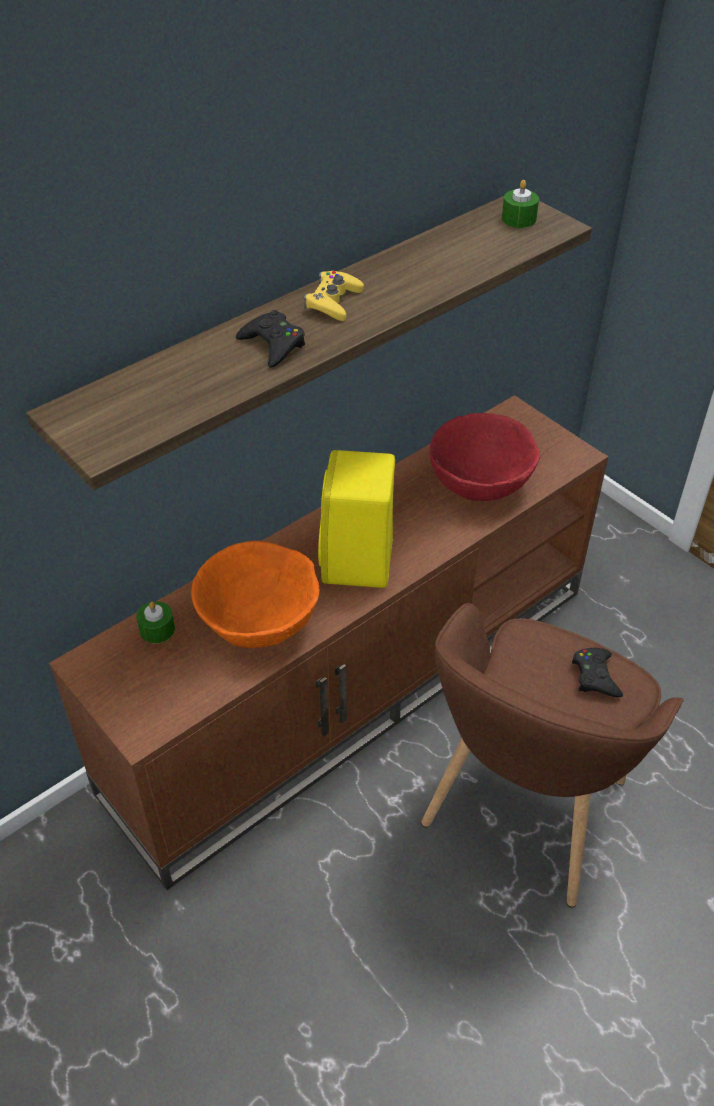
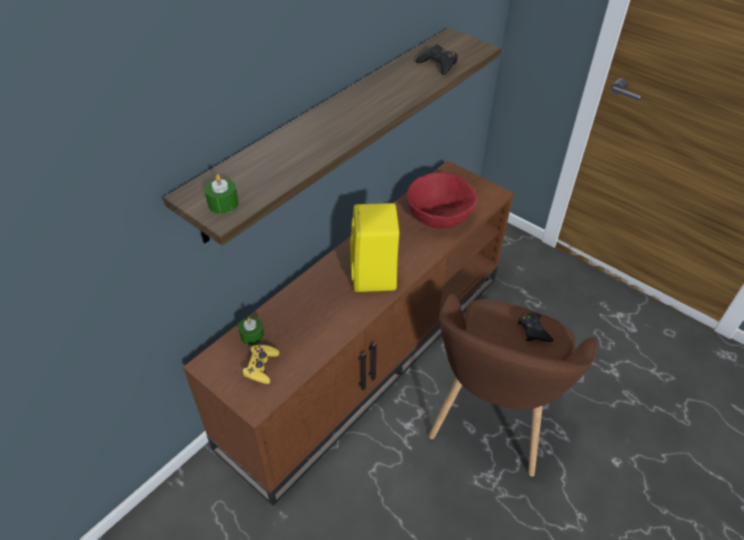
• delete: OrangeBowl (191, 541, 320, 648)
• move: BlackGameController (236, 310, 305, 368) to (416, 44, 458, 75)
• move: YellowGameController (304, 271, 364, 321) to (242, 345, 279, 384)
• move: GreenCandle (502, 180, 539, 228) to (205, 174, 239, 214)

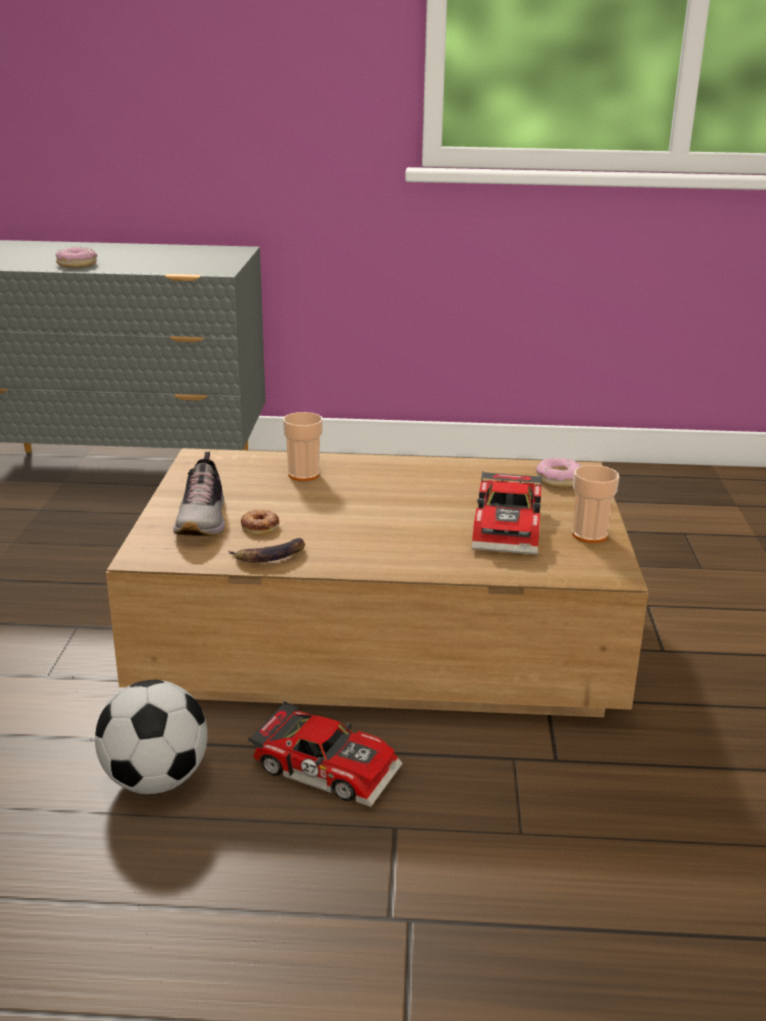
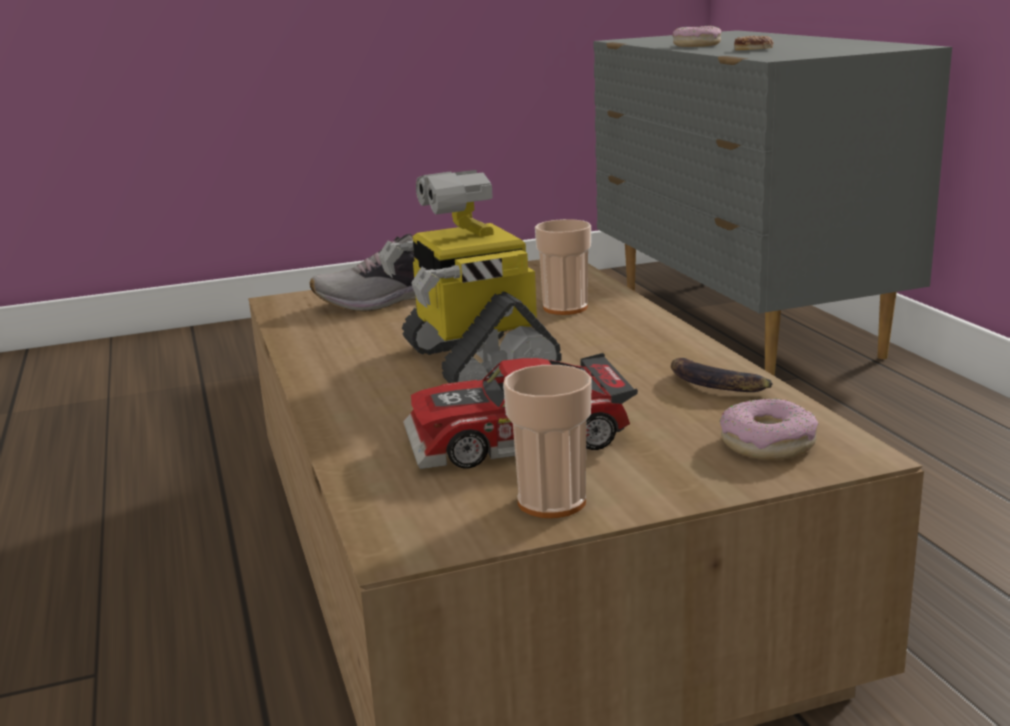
• delete: Football (95, 680, 208, 794)
• delete: ToyCar (248, 701, 403, 807)
• insert: ToyRobot (379, 170, 561, 383)
• move: Banana (228, 538, 305, 562) to (671, 358, 772, 392)
• move: Donut (241, 509, 279, 535) to (734, 36, 773, 50)

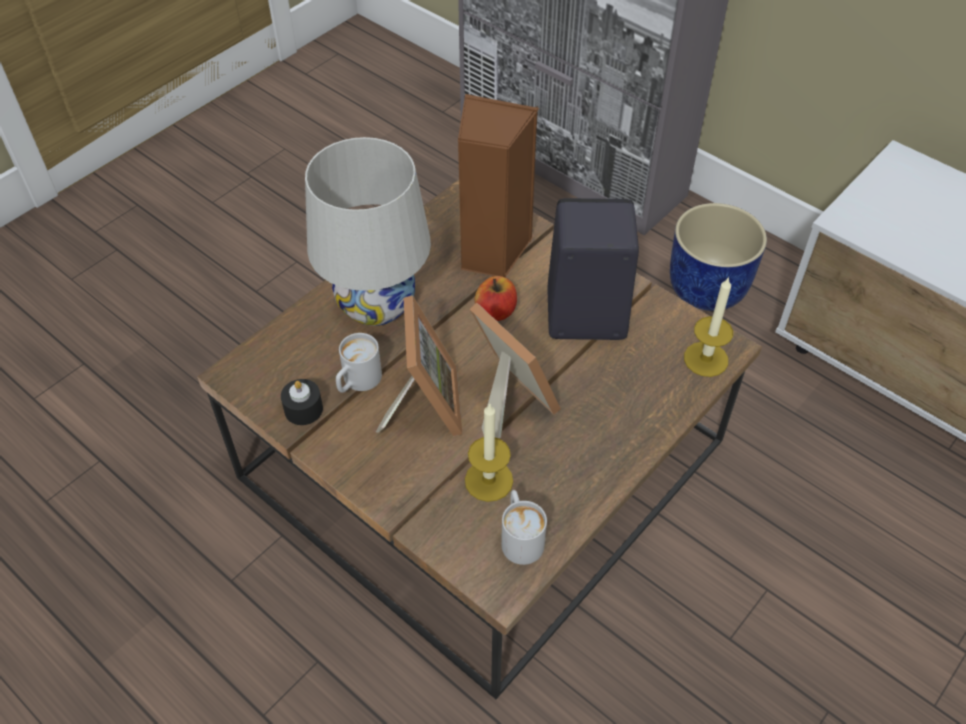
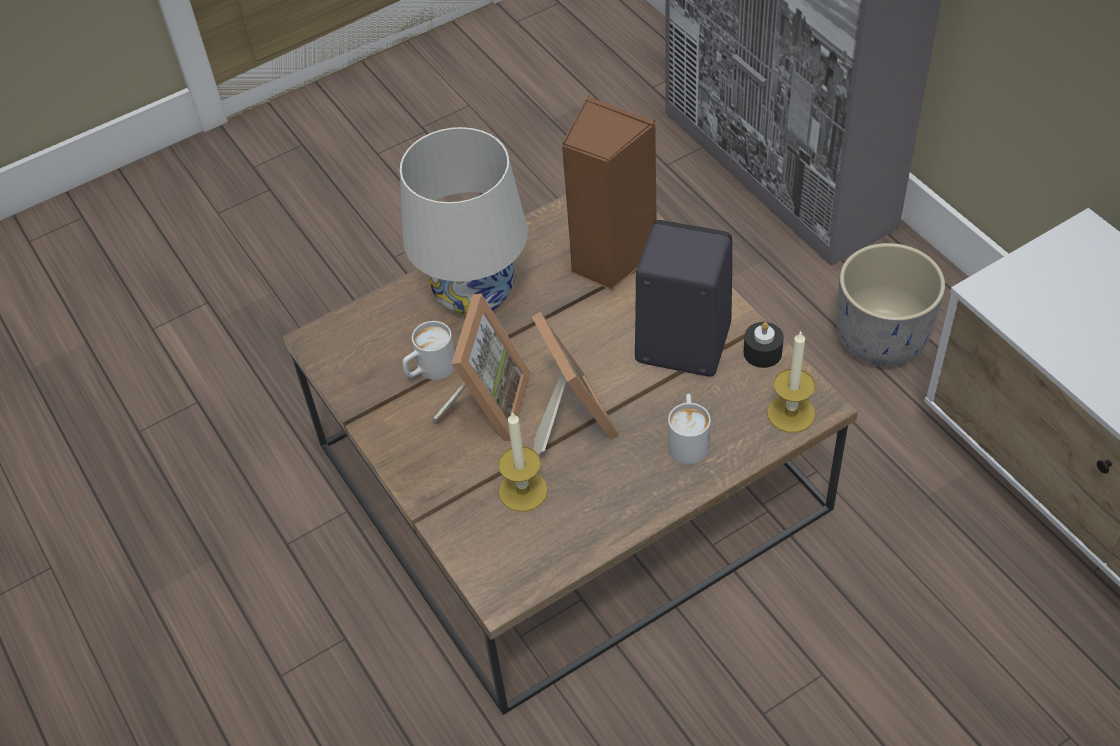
• delete: Apple (475, 276, 517, 321)
• move: BlackCandle (281, 379, 323, 425) to (743, 322, 784, 368)
• move: WhiteMug (501, 490, 547, 565) to (668, 393, 711, 465)
• recolor: BluePlanter (670, 203, 767, 311) to GreyPlanter (837, 243, 945, 366)

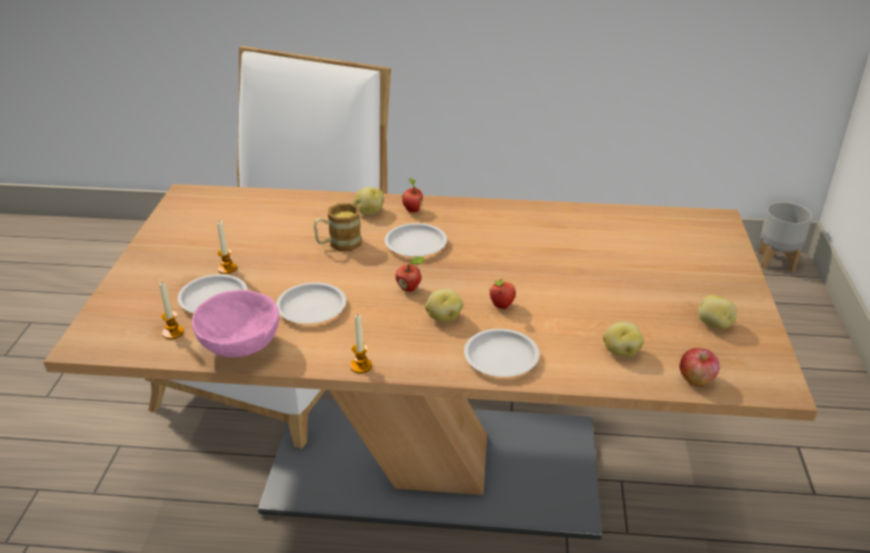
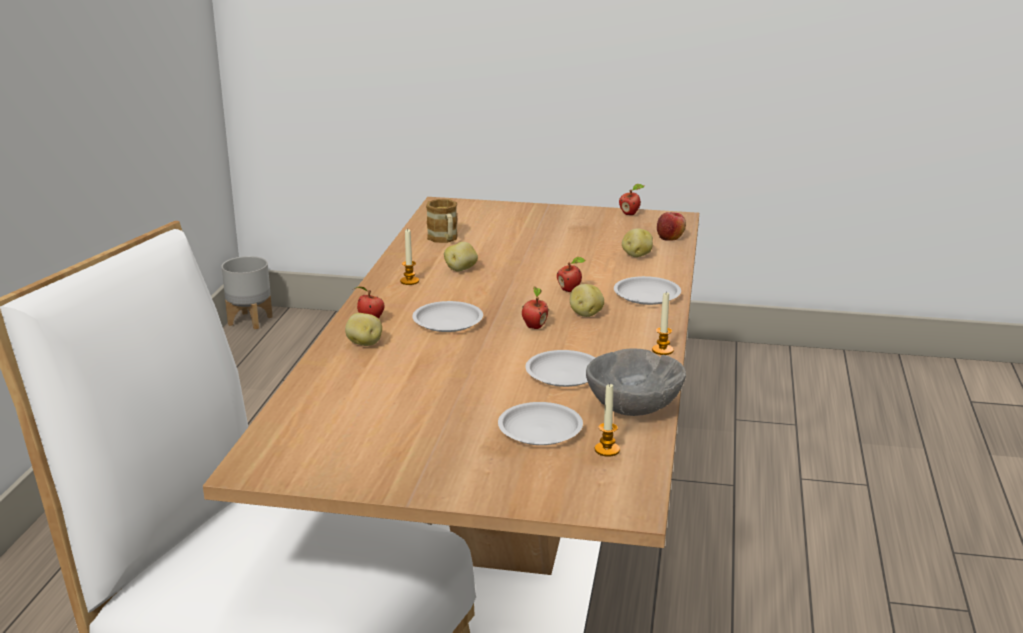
• insert: Apple (619, 184, 644, 215)
• move: Candle (217, 221, 237, 274) to (400, 229, 419, 285)
• move: Mug (313, 203, 362, 251) to (426, 199, 458, 243)
• move: Potato (698, 295, 737, 329) to (444, 242, 478, 272)
• recolor: PinkBowl (192, 290, 280, 357) to GreyBowl (586, 348, 686, 416)

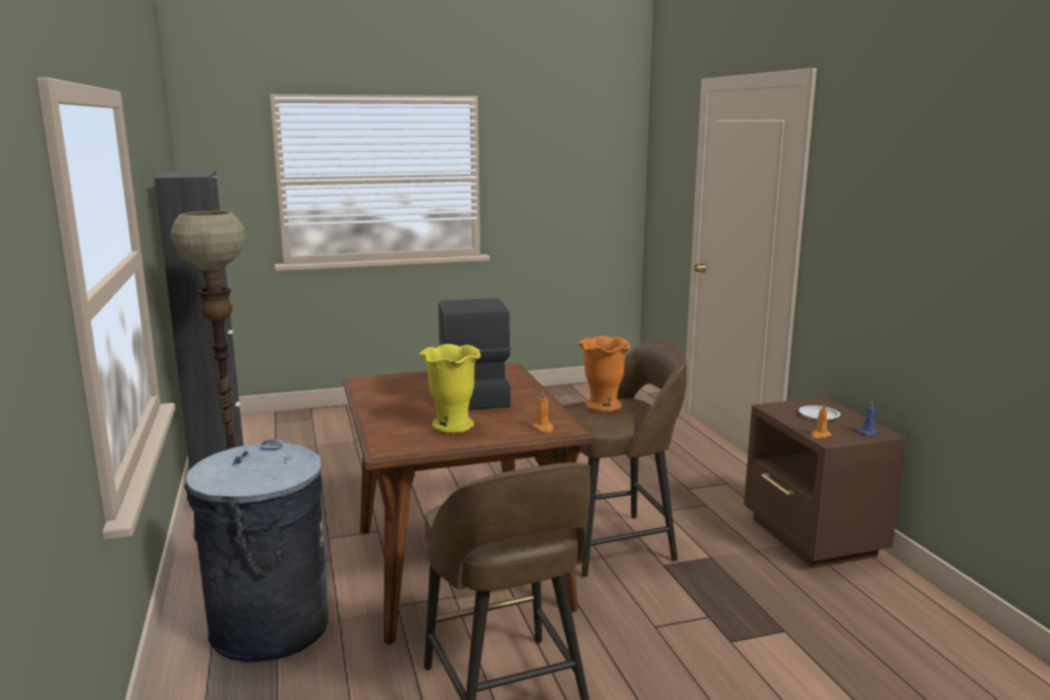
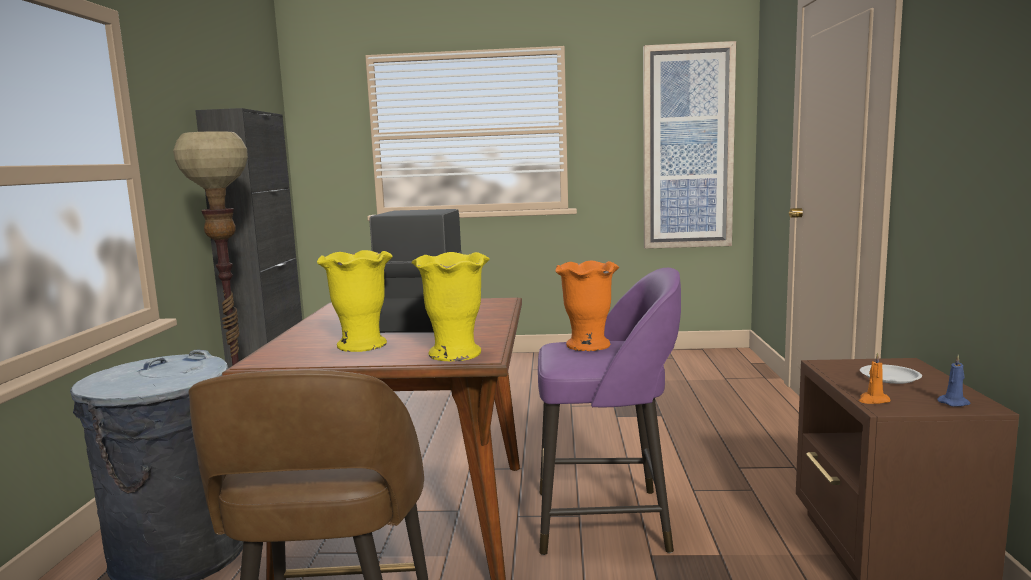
• insert: Picture (643, 41, 736, 249)
• replace: OrangeCandle (532, 391, 554, 433) to YellowVase (411, 252, 490, 361)
• recolor: BrownStool (562, 340, 687, 577) to PurpleStool (538, 268, 681, 555)

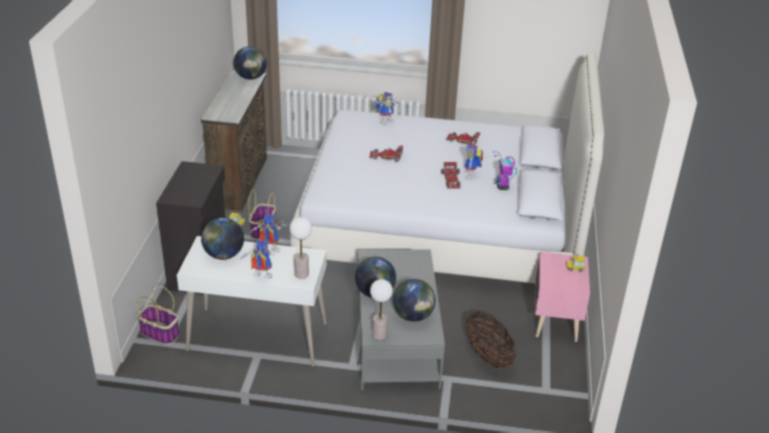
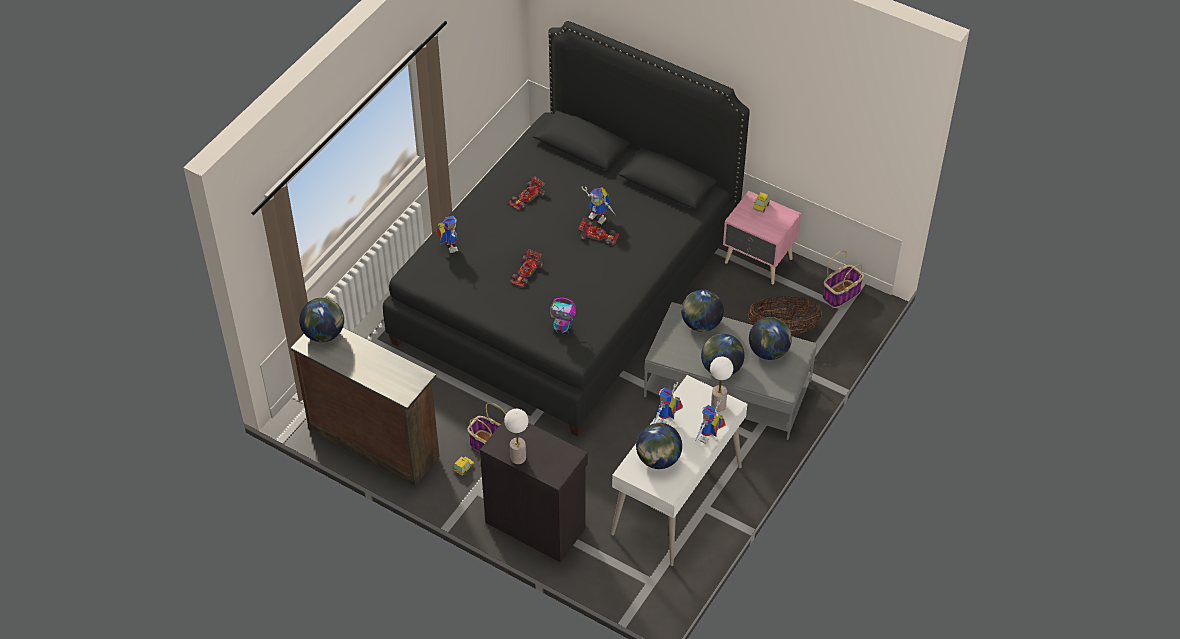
• insert: Globe (681, 289, 724, 332)
• move: Basket (137, 286, 180, 345) to (823, 250, 864, 308)
• move: TableLamp (370, 279, 393, 340) to (504, 409, 529, 464)
• move: ToyRobot (493, 151, 517, 190) to (550, 298, 576, 335)
• recolor: WhiteBed (290, 52, 604, 284) to BlackBed (383, 21, 750, 437)

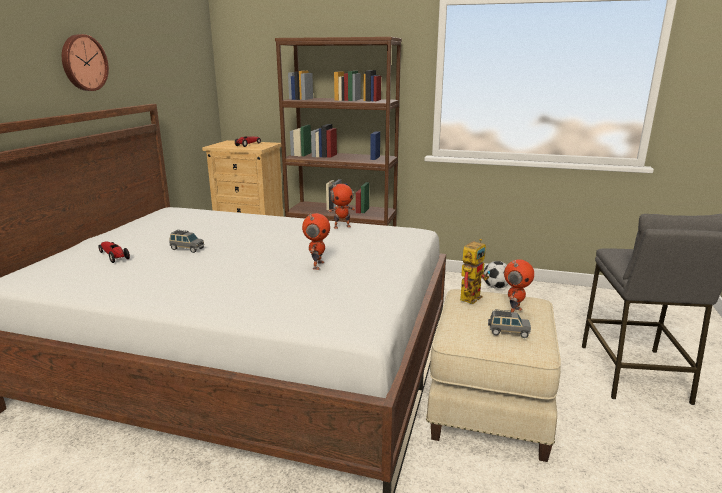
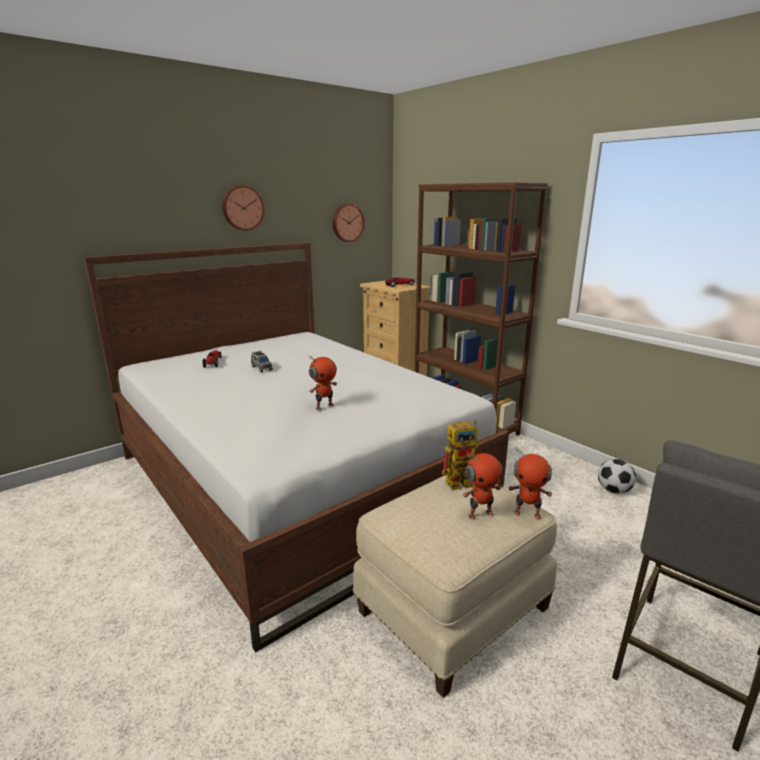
• delete: GreyToyCar (488, 309, 531, 338)
• insert: WallClock (333, 204, 365, 242)
• move: ToyRobot (328, 181, 355, 229) to (508, 447, 552, 519)

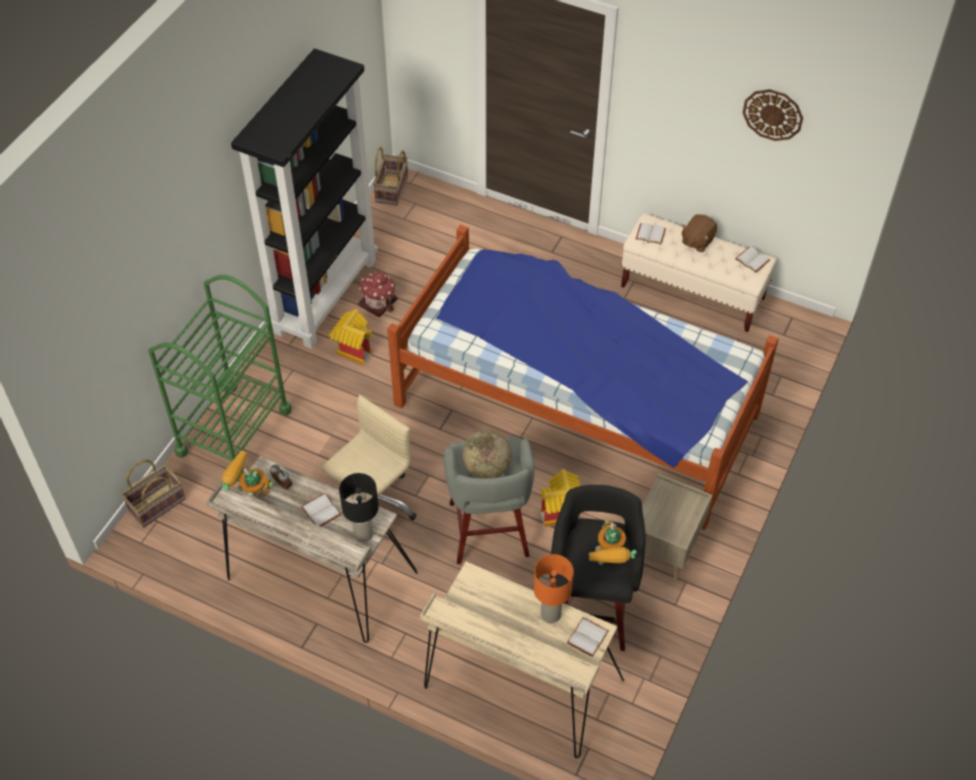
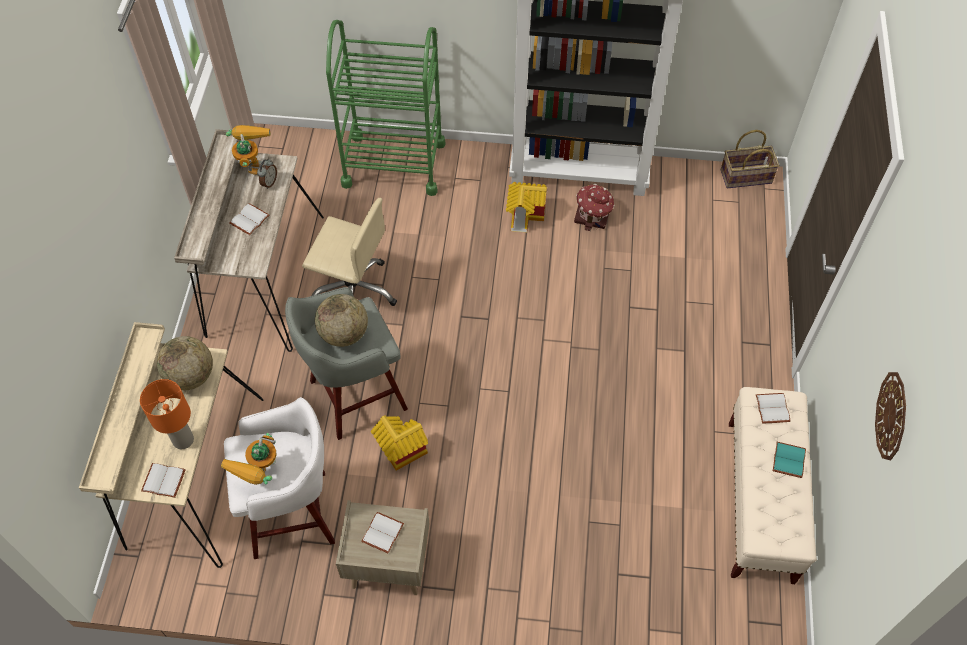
• delete: Basket (121, 459, 186, 528)
• delete: BlackTableLamp (339, 473, 379, 542)
• delete: Bed (387, 225, 779, 530)
• insert: Globe (157, 336, 213, 390)
• move: WhiteBook (735, 247, 770, 273) to (361, 512, 404, 553)
• replace: BrownPlushToy (681, 214, 717, 252) to TurquoiseBook (773, 442, 806, 478)
• recolor: BlackStool (550, 485, 646, 651) to WhiteStool (224, 397, 335, 559)
• rotate: ToyRobot (589, 520, 637, 565) = (221, 433, 277, 485) 45 degrees counterclockwise

